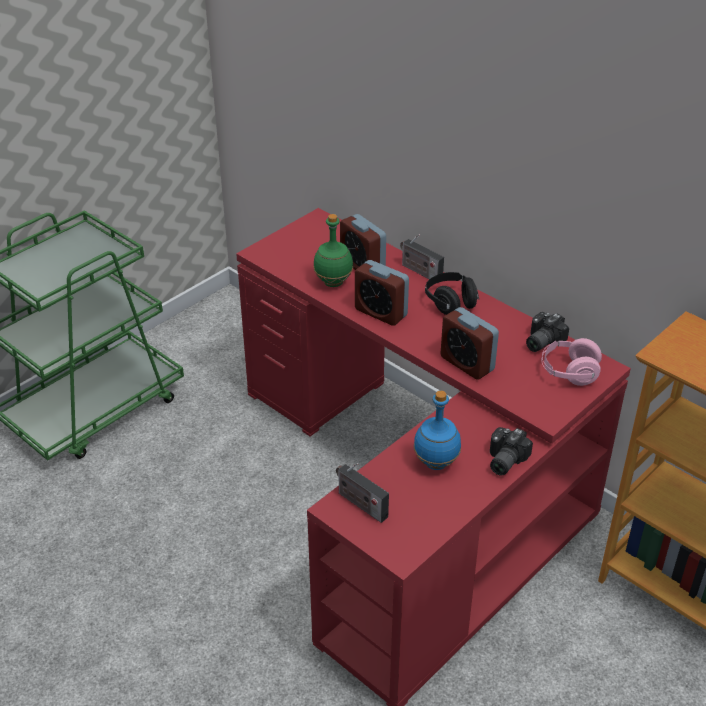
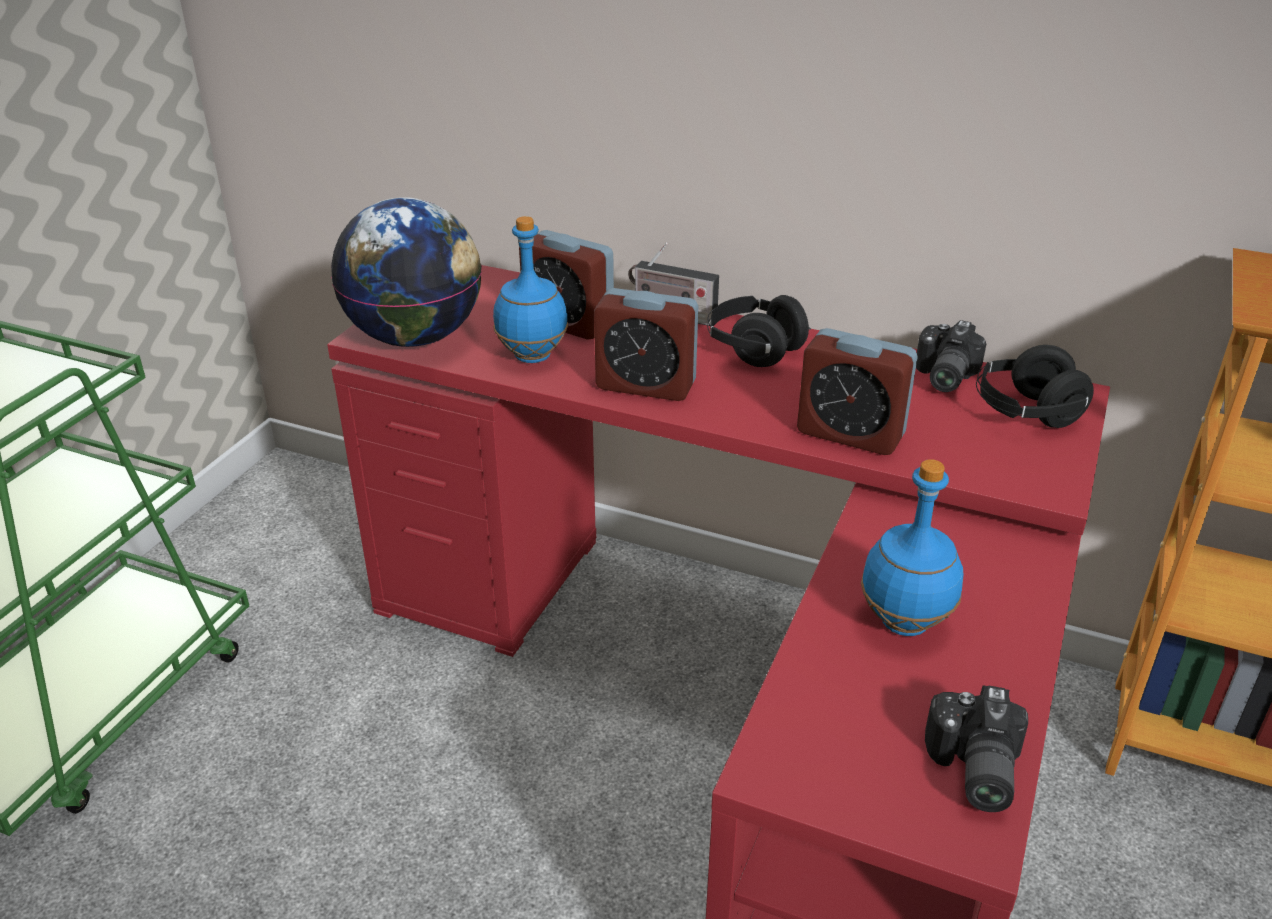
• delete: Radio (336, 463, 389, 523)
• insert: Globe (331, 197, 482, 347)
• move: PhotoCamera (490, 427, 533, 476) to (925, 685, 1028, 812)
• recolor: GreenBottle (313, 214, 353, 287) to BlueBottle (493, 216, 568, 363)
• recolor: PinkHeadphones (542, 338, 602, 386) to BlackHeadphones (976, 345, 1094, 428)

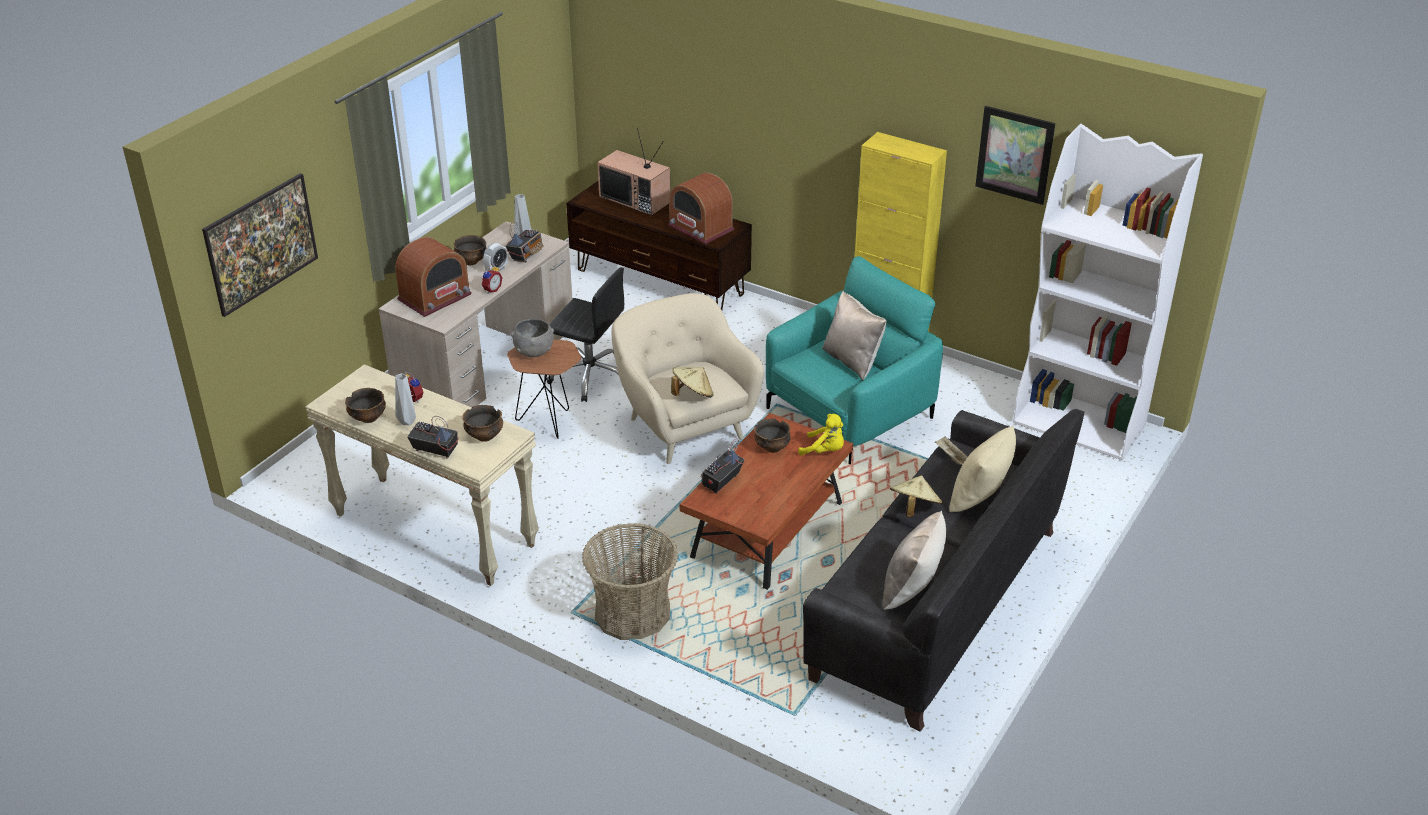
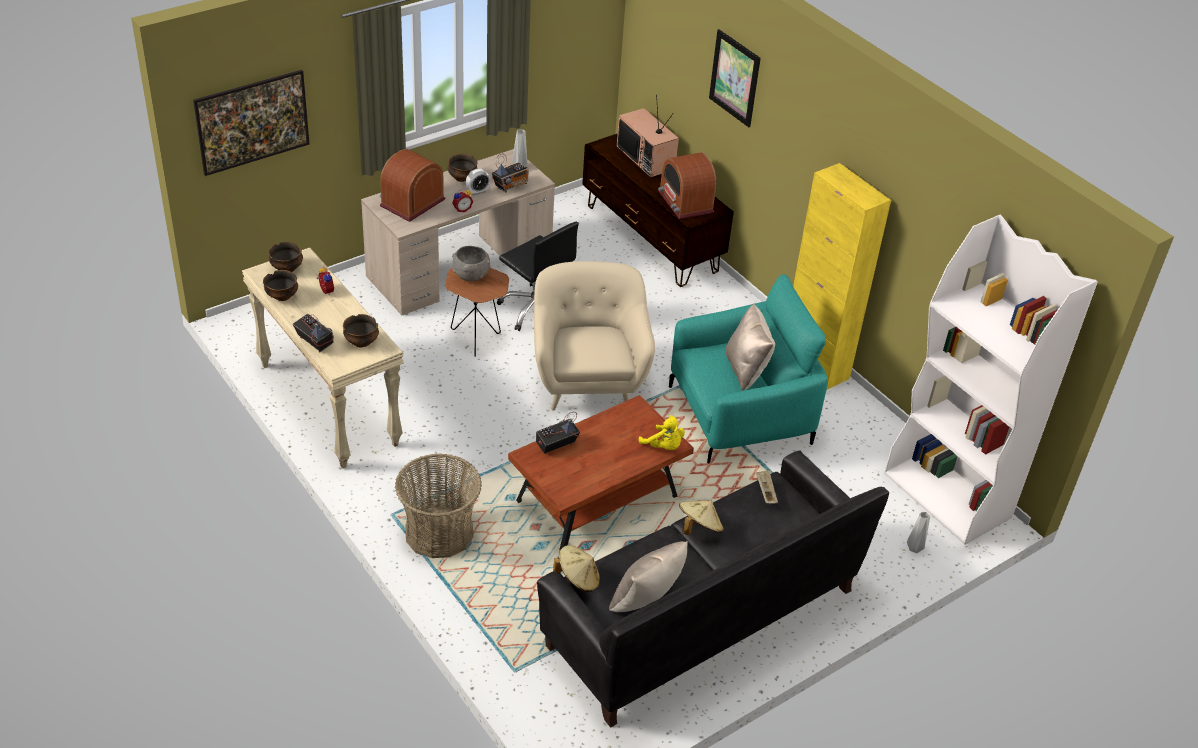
• delete: BeigePillow (949, 426, 1016, 512)
• move: GreyVase (395, 373, 416, 425) to (907, 512, 930, 553)
• move: BeigeHat (671, 367, 714, 398) to (553, 545, 600, 592)
• move: Bowl (754, 419, 791, 453) to (268, 242, 303, 272)
• move: Picture (975, 106, 1055, 205) to (709, 29, 761, 127)
• rotate: Radio (395, 237, 472, 317) = (380, 149, 445, 222) 150 degrees clockwise

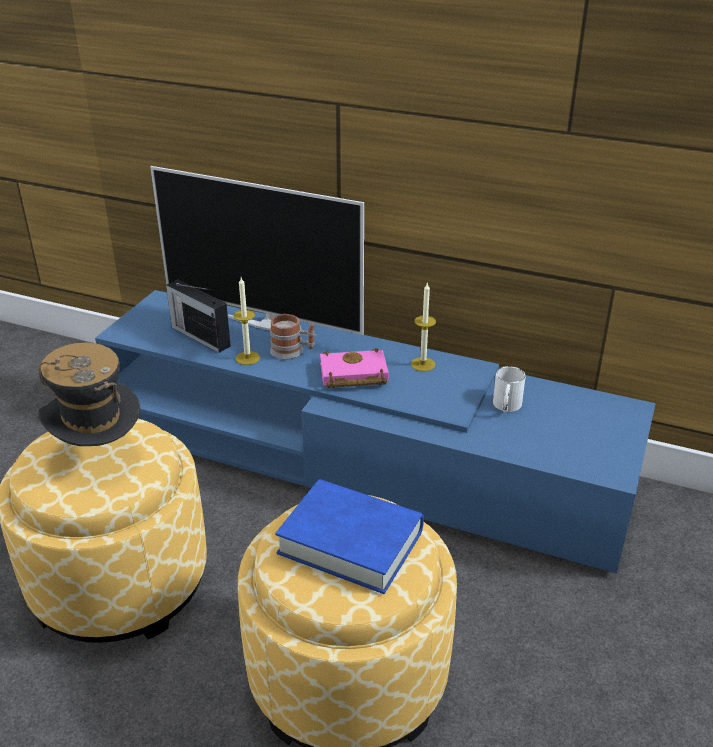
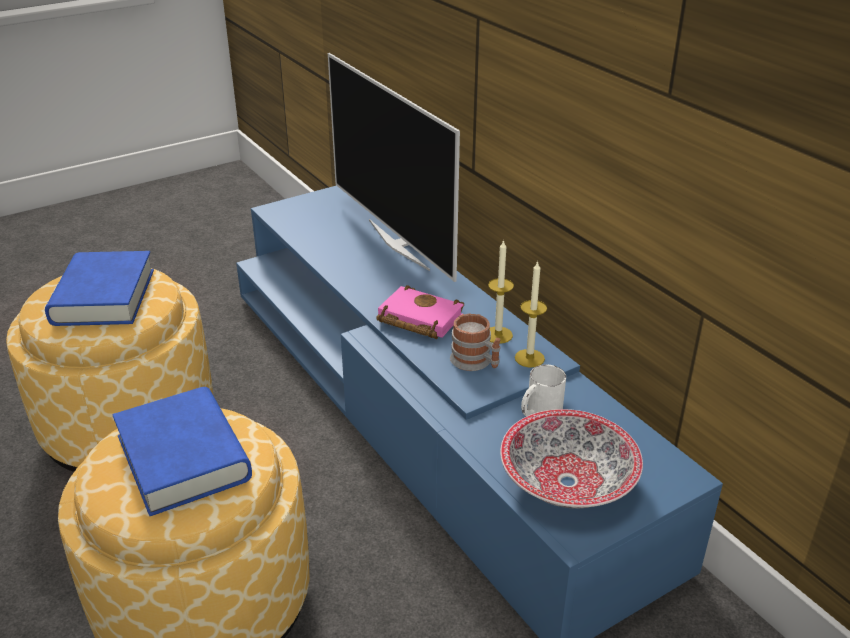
• delete: Radio (166, 280, 231, 353)
• insert: Bowl (500, 409, 643, 508)
• move: Candle (233, 277, 260, 365) to (515, 261, 547, 367)
• move: Mug (270, 314, 315, 360) to (450, 314, 500, 371)
• replace: Hat (38, 342, 140, 446) to BlueBook (45, 251, 154, 326)

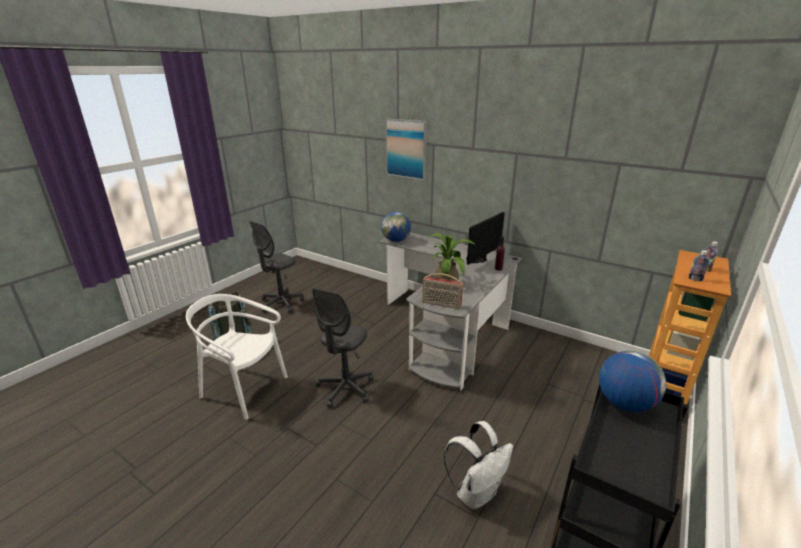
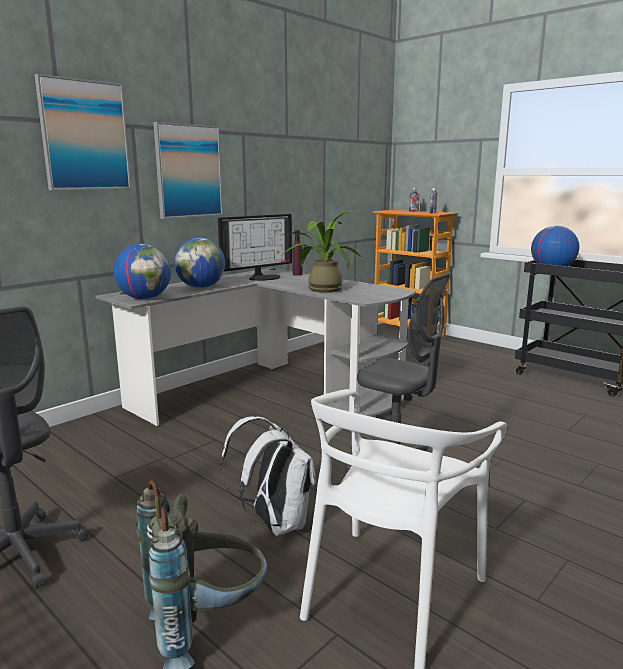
• delete: Radio (422, 273, 463, 309)
• insert: Picture (153, 122, 223, 219)
• insert: Globe (174, 237, 225, 288)
• move: WhiteBackpack (444, 421, 514, 510) to (220, 416, 316, 536)
• rotate: Monitor (466, 212, 505, 265) = (218, 214, 292, 281) 90 degrees counterclockwise

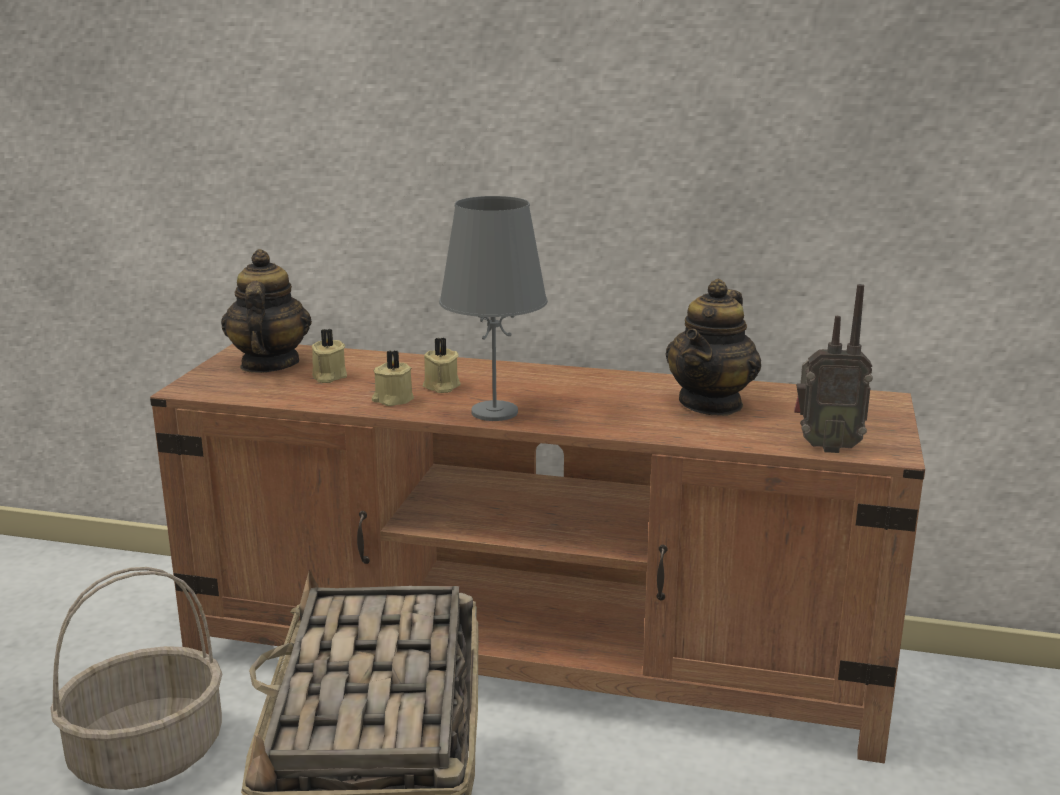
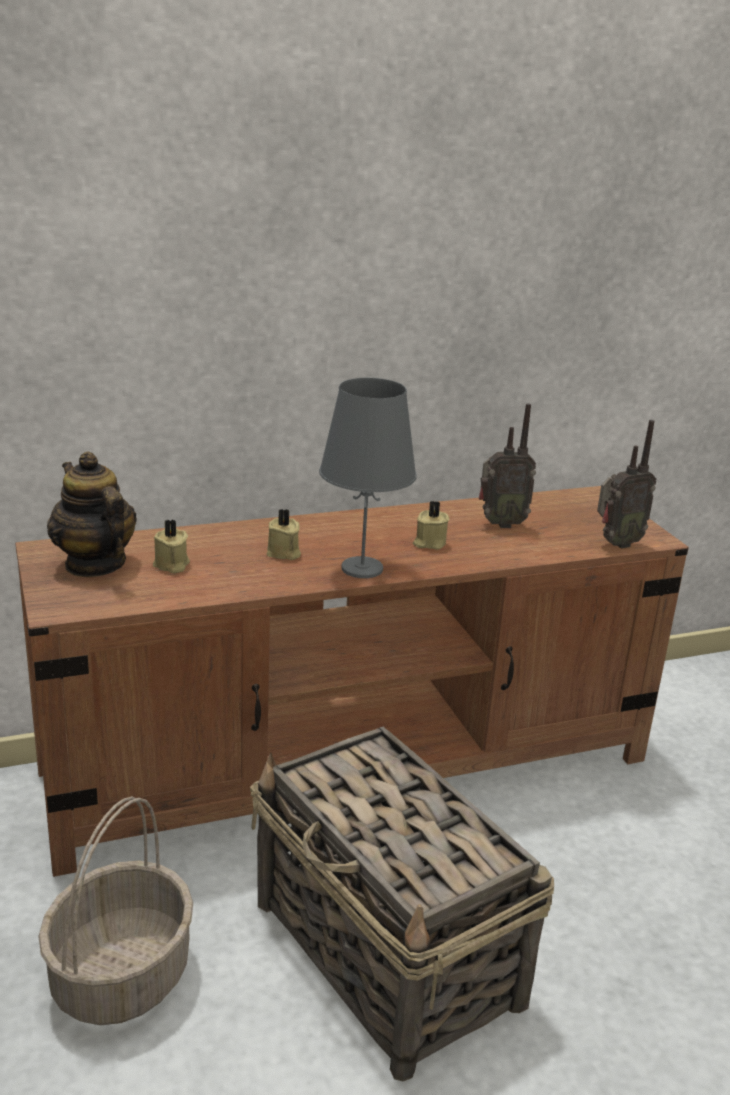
• move: BeigeCandle (372, 350, 414, 406) to (413, 501, 449, 550)
• replace: Teapot (665, 279, 762, 416) to Radio (479, 403, 536, 528)

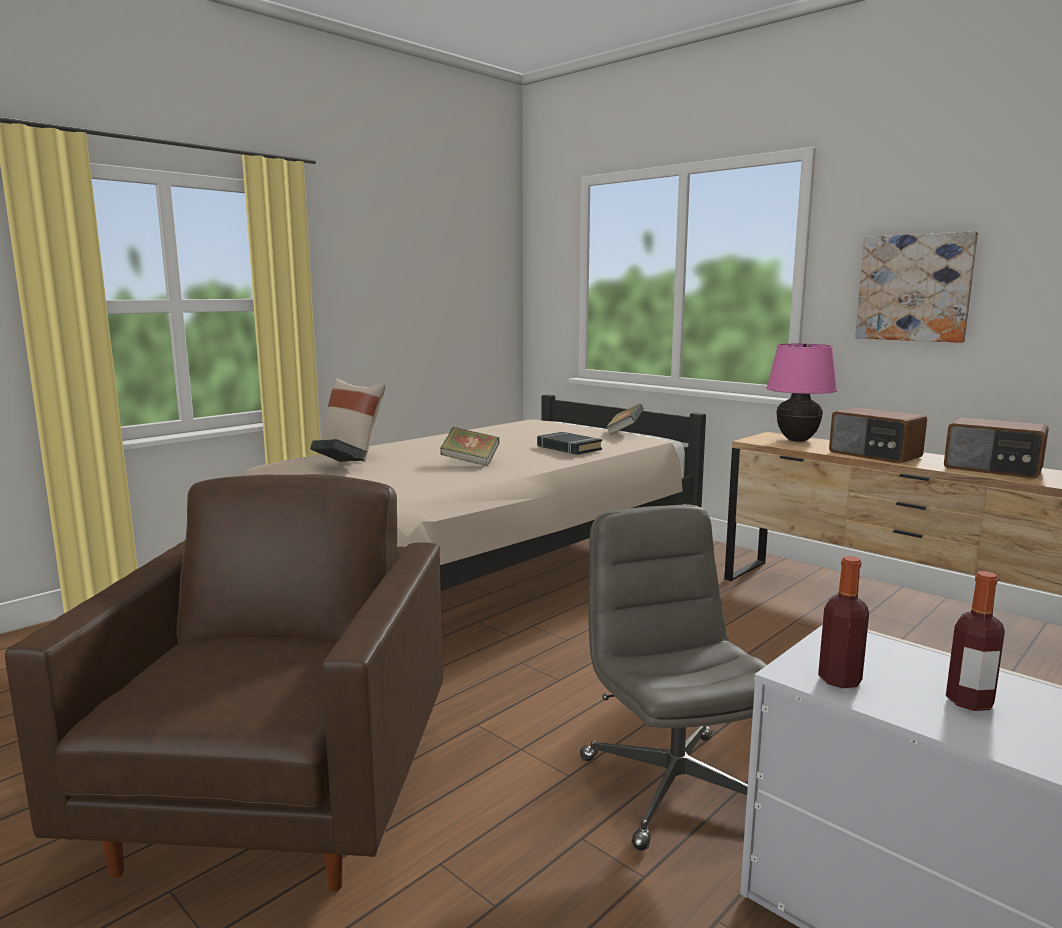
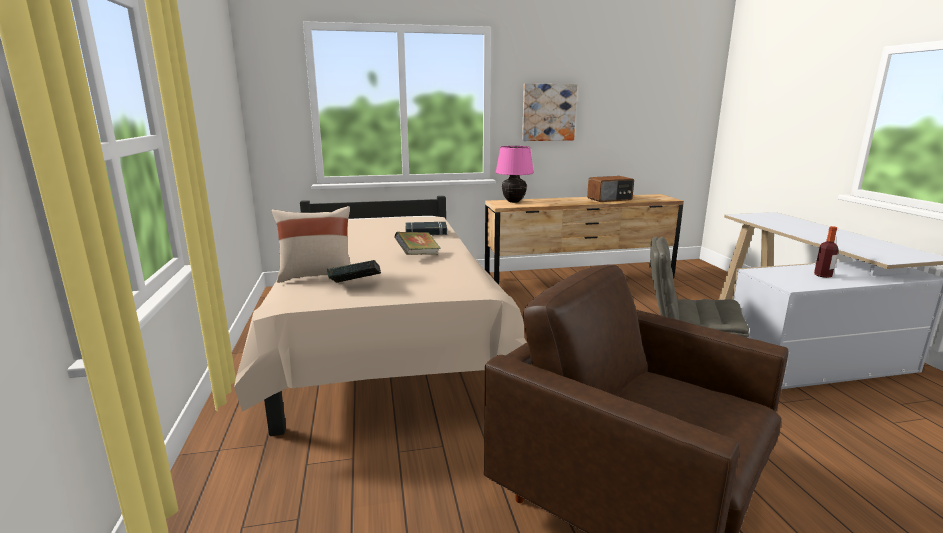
• delete: Book (606, 404, 644, 435)
• delete: Bottle (818, 556, 869, 688)
• delete: Radio (829, 407, 927, 464)

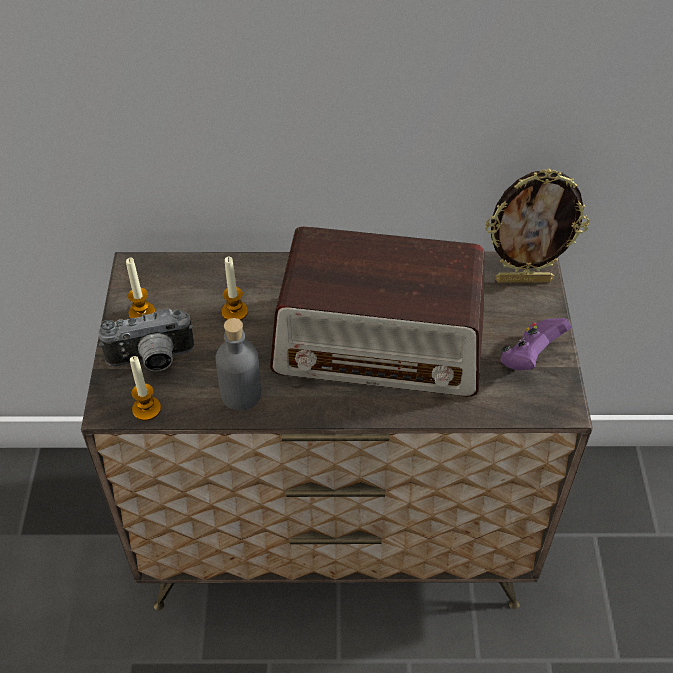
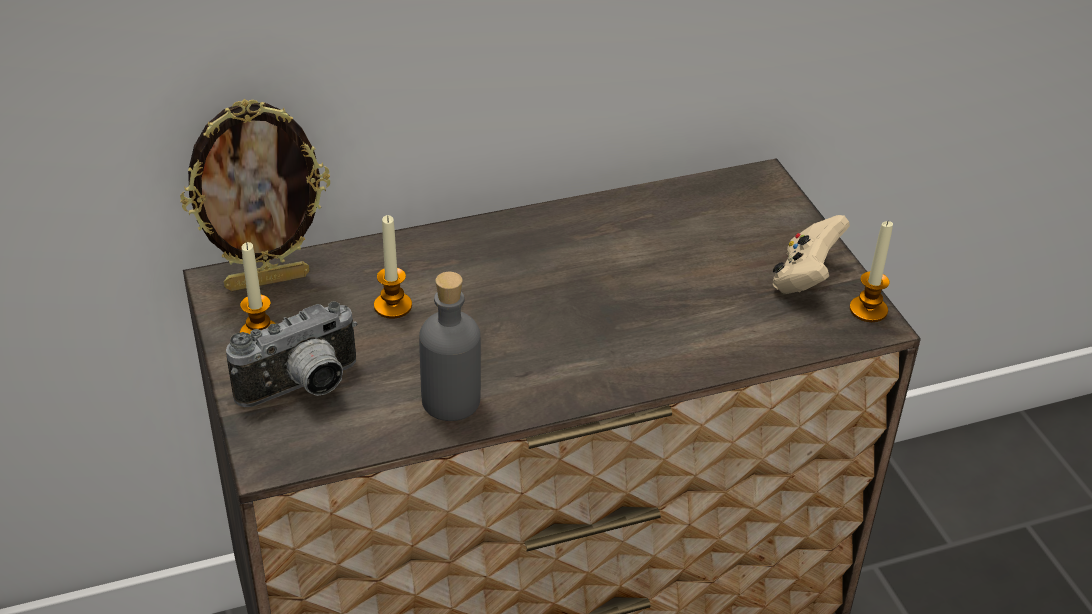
• delete: Radio (270, 226, 485, 397)
• move: Candle (130, 356, 161, 421) to (850, 221, 893, 322)
• move: PictureFrame (485, 168, 589, 283) to (180, 99, 330, 291)
• recolor: PurpleGameController (501, 318, 571, 371) to BeigeGameController (773, 215, 850, 294)

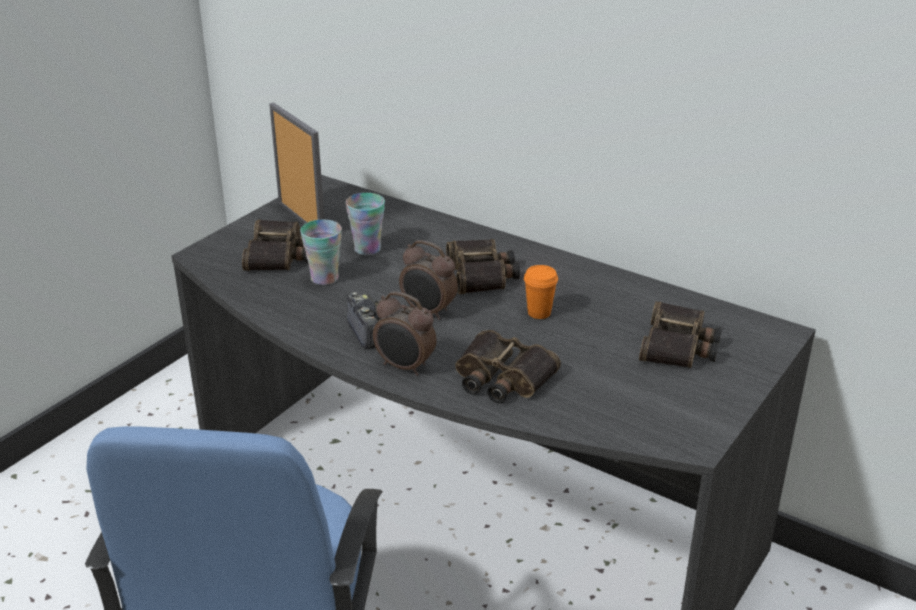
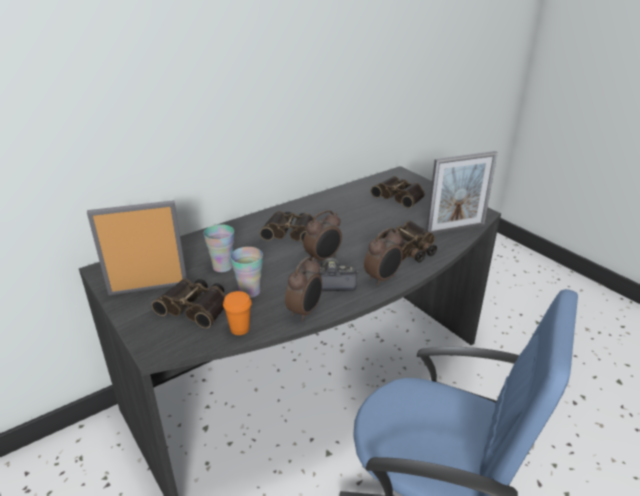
• insert: AlarmClock (285, 256, 322, 321)
• insert: PictureFrame (426, 151, 498, 234)
• move: OrangeCup (524, 265, 558, 319) to (223, 291, 252, 335)

